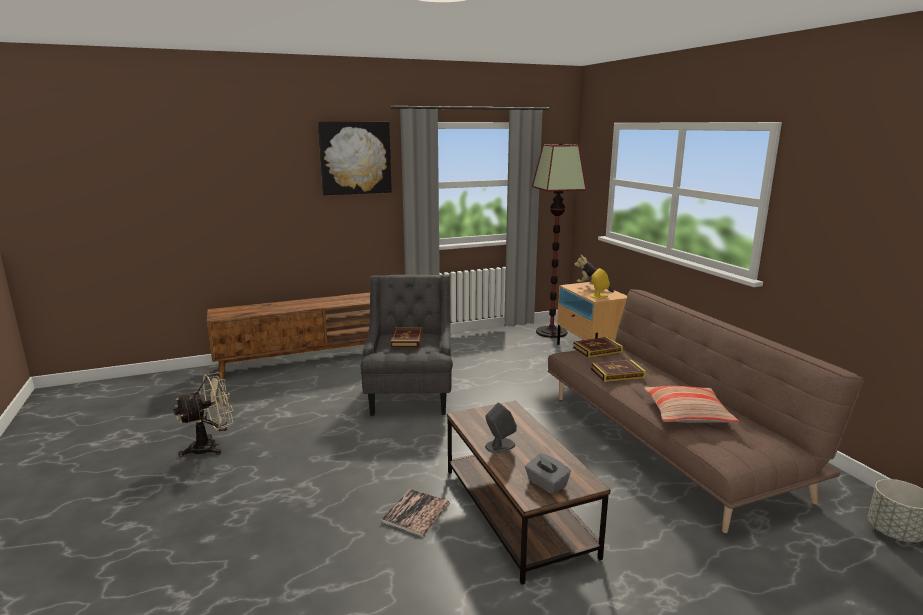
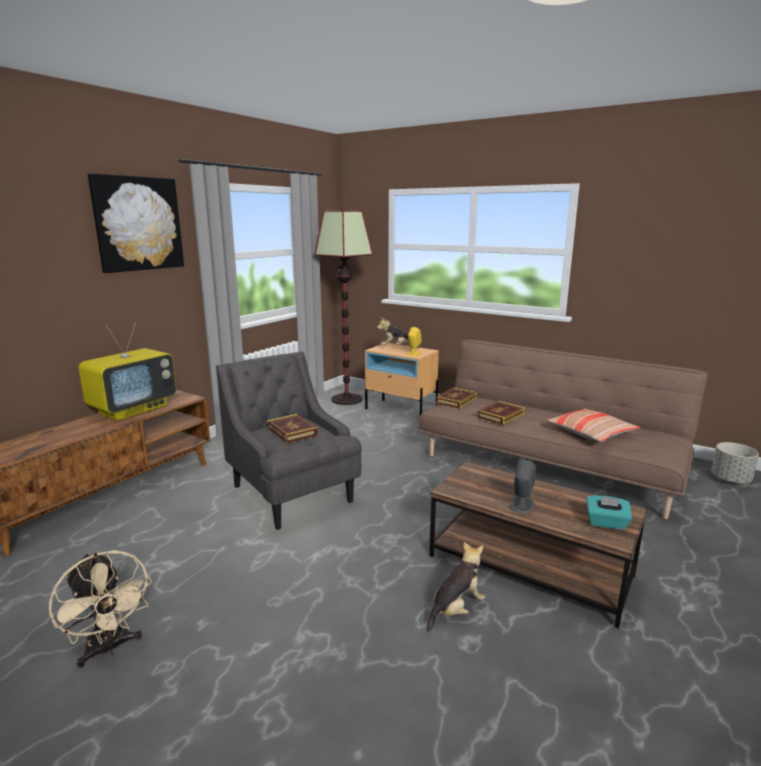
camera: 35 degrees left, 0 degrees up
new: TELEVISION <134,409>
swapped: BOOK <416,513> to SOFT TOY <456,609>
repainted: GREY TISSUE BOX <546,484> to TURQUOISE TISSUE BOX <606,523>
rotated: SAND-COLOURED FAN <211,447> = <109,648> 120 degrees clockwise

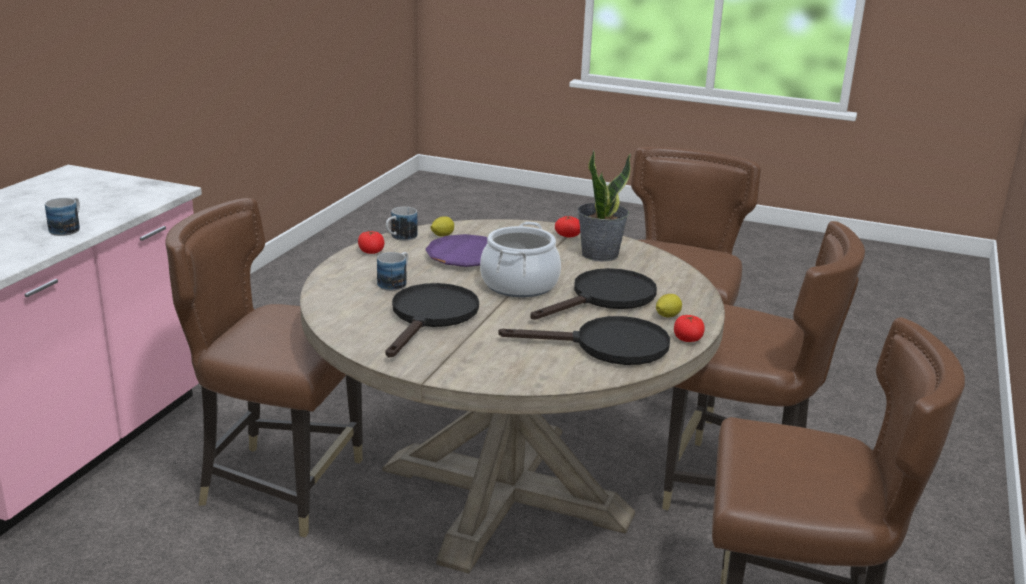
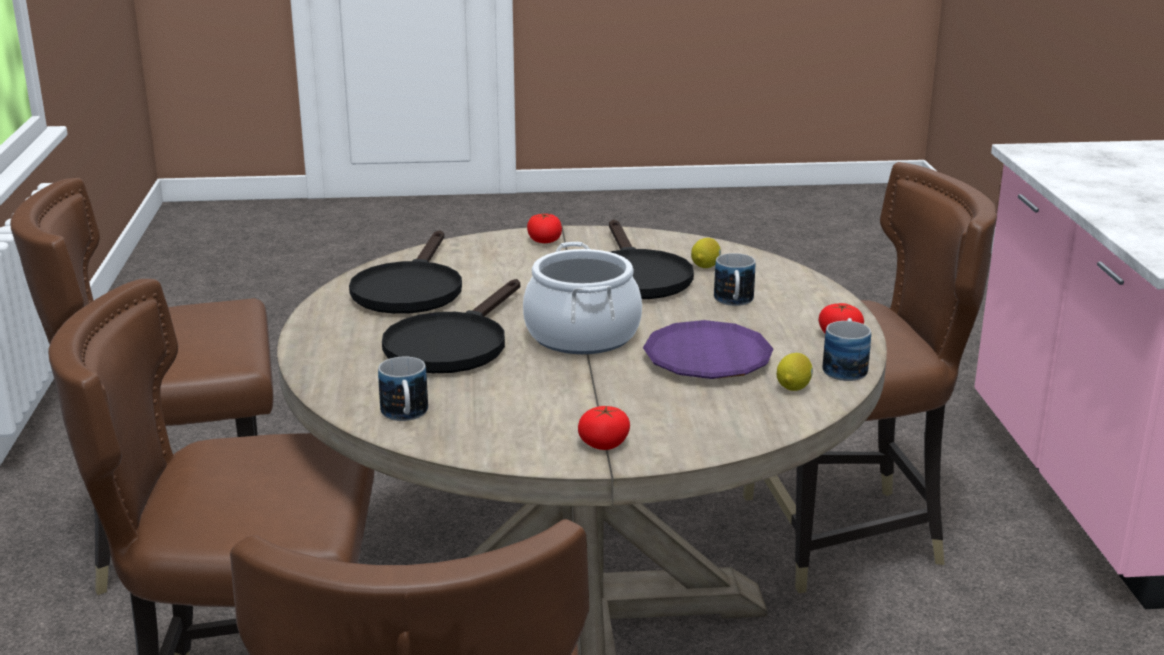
camera: 155 degrees right, 0 degrees up
gone: HOUSEPLANT <599,254>
shifted: COFFEE MUG <68,228> to <405,416>; LEMON <667,316> to <706,266>; WHOLE TOMATO <688,339> to <544,240>
rotated: BLACK FRYING PAN <608,346> = <410,288> 60 degrees counterclockwise

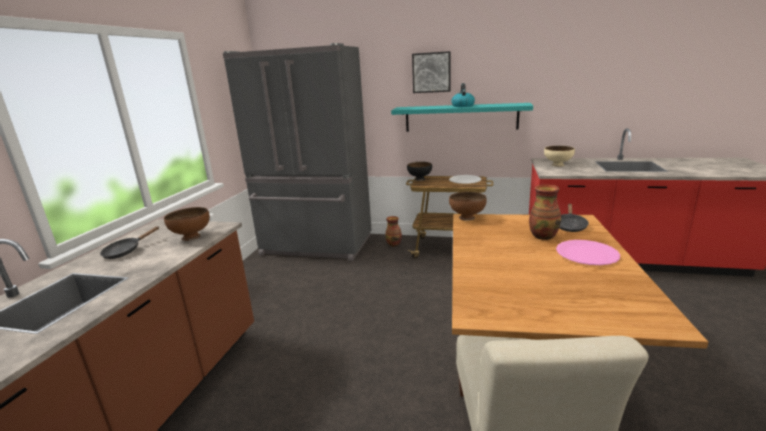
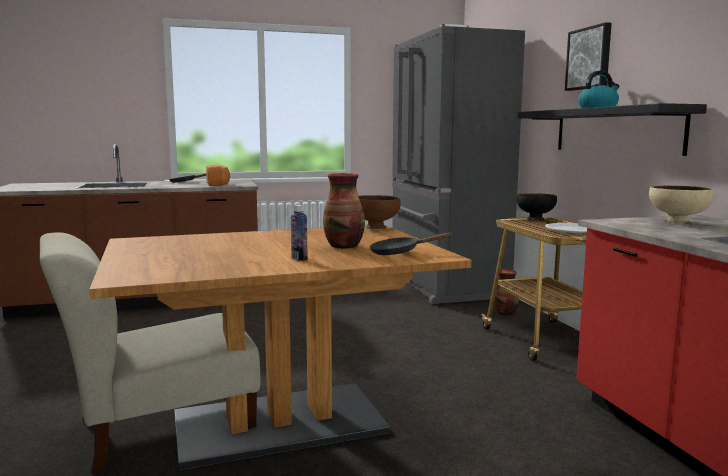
camera: 60 degrees right, 10 degrees down
swapped: BROWN-COLOURED SERVING BOWL <192,237> to BAKERY BREAD <218,184>; PINKISH PLATE <587,254> to DRINK BOTTLE <299,259>
repainted: TURQUOISE WALL SHELF <460,117> to BLACK WALL SHELF <615,130>

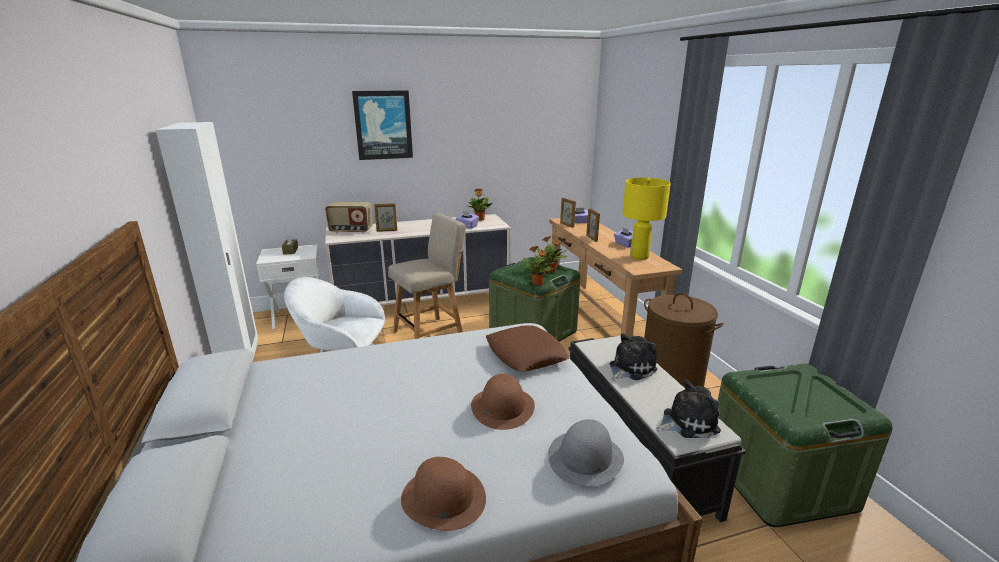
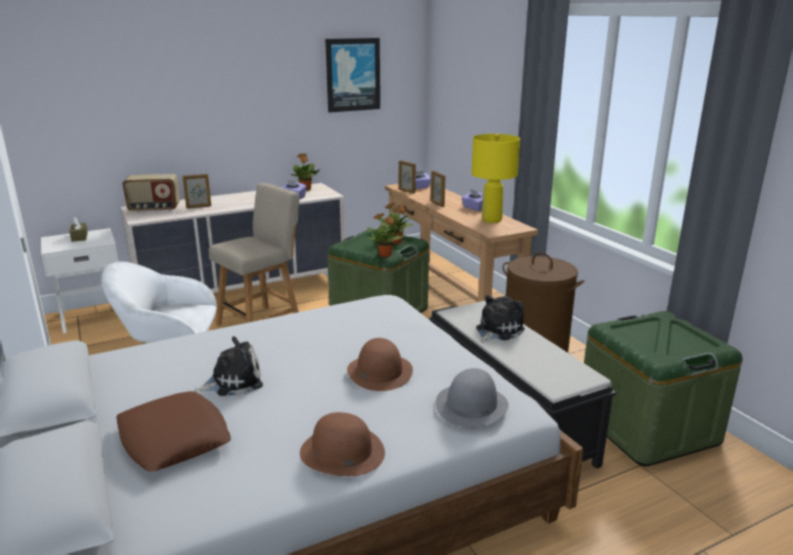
camera: 10 degrees left, 0 degrees up
shifted: PICTURE <383,125> to <353,75>; BROWN-COLOURED PILLOW <525,354> to <173,438>; SOFT TOY <687,422> to <233,381>

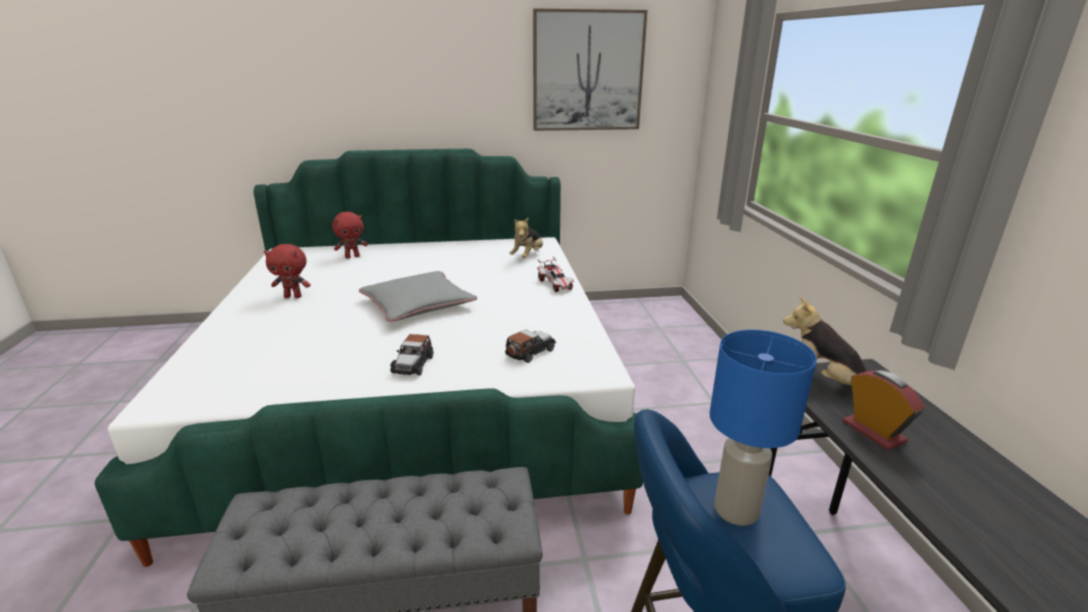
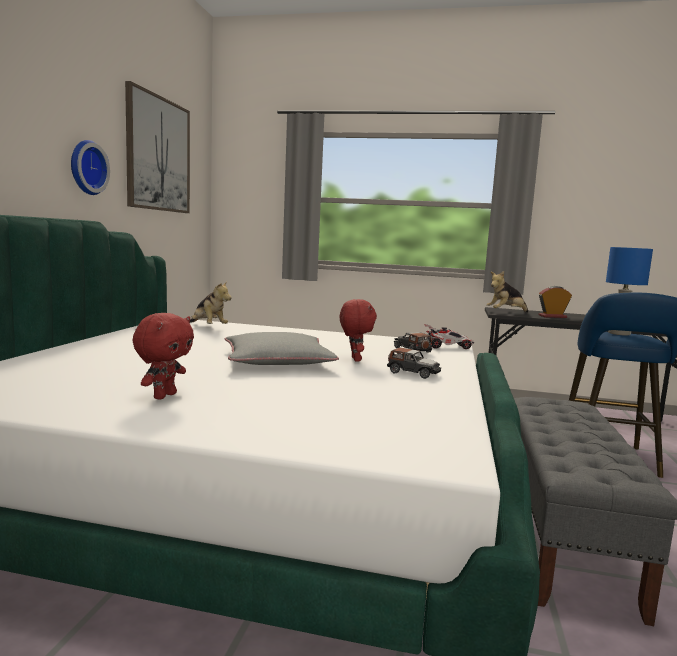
camera: 70 degrees left, 15 degrees down
new: CLOCK ON THE WALL <86,167>
shifted: RED SOFT TOY <352,256> to <354,359>; MINIATURE CAR <555,284> to <447,347>

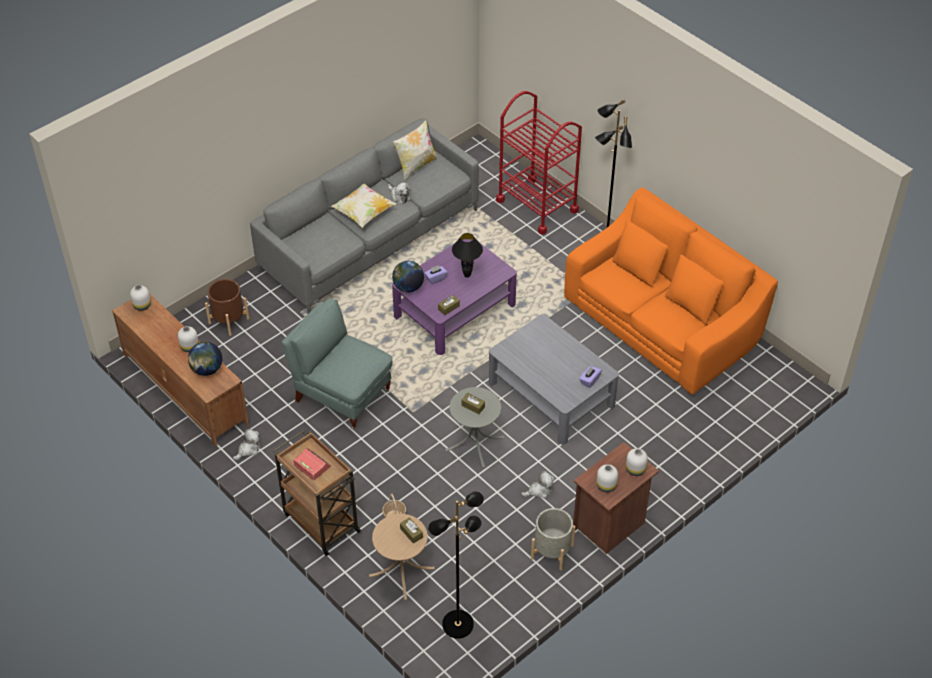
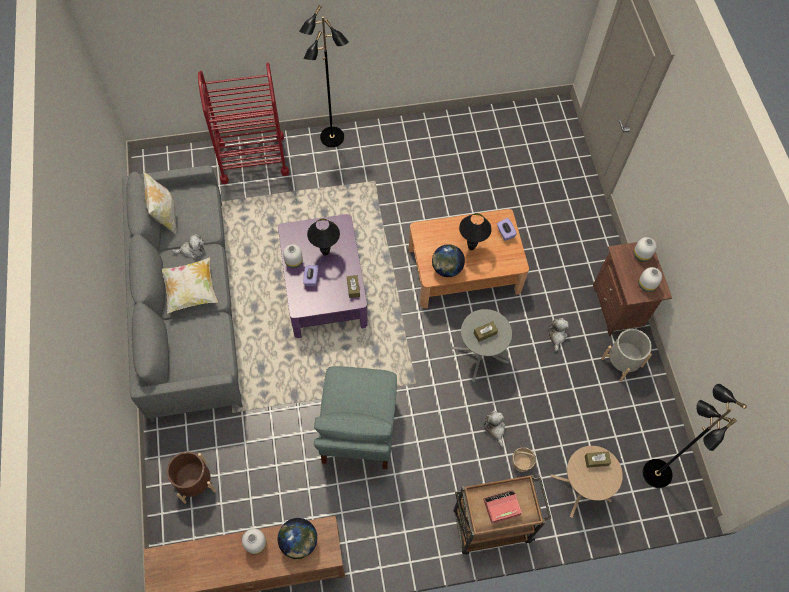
camera: 60 degrees left, 15 degrees up
gone: ORANGEY COUCH <661,323>
new: BLACK TABLE LAMP <471,247>
shifted: WHITE-COLOURED VASE <142,305> to <294,261>; SOFT TOY <248,449> to <495,429>; WORLD GLOBE <408,287> to <446,268>
repainted: GREY LOUNGE TABLE <551,394> to BROWN-COLOURED LOUNGE TABLE <464,269>
rotated: GREY LOUNGE CHAIR <342,395> = <358,430> 60 degrees counterclockwise

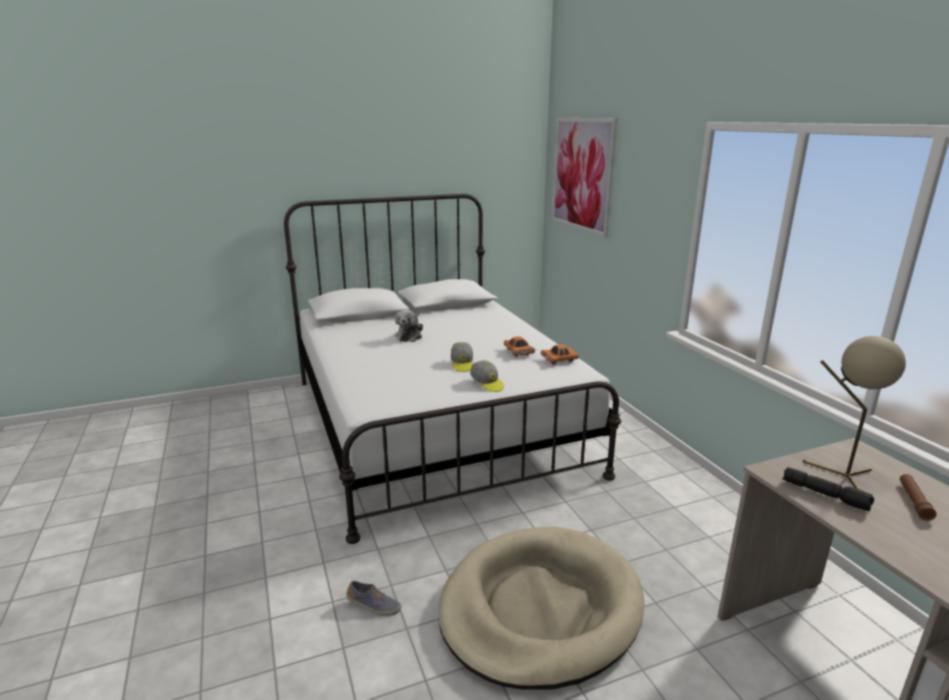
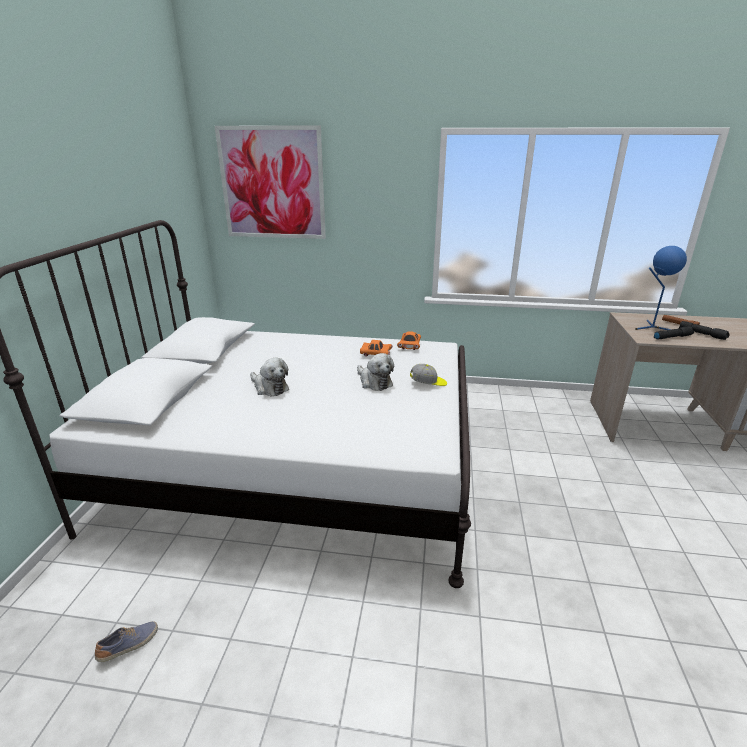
camera: 60 degrees left, 5 degrees up
gone: SAND-COLOURED PET BED <540,609>
new: BLACK HAND TORCH <702,334>
shifted: LOW SHOE <373,606> to <129,646>
swapped: PEAKED CAP <462,364> to SOFT TOY <374,382>
repainted: SAND-COLOURED TABLE LAMP <840,474> to BLUISH TABLE LAMP <650,327>

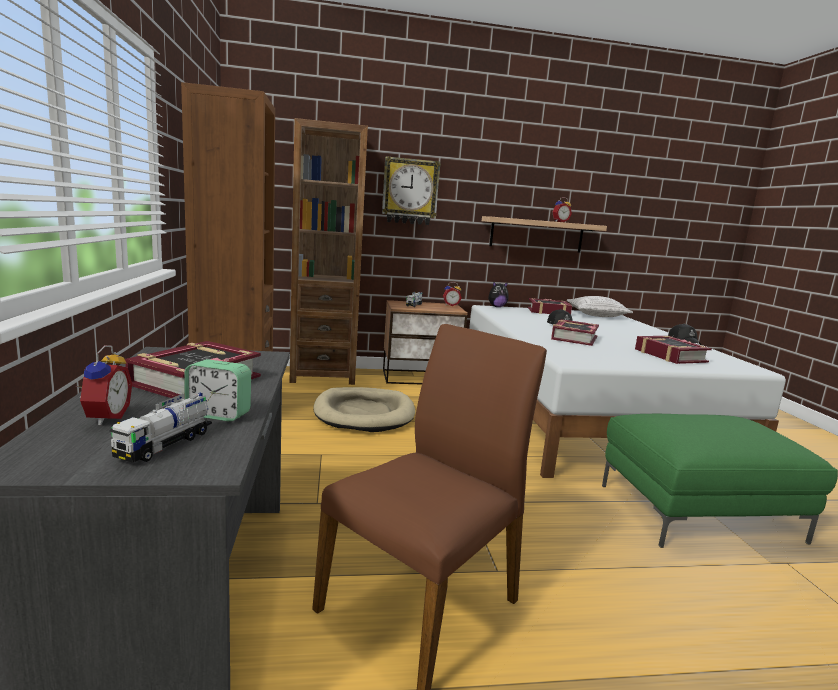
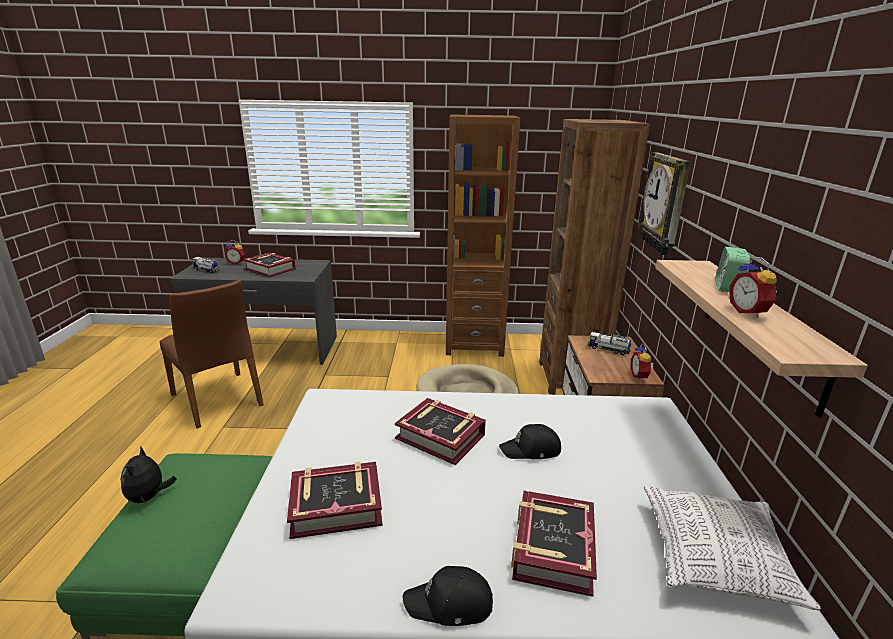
camera: 100 degrees right, 10 degrees up
shifted: BEDSIDE CLOCK <218,414> to <727,287>; SOFT TOY <496,307> to <149,497>; BOOK <548,312> to <552,548>

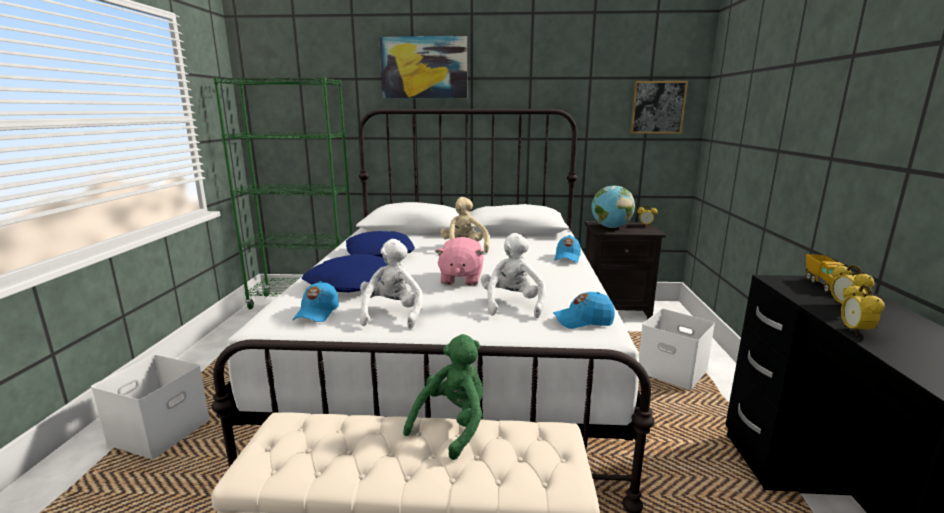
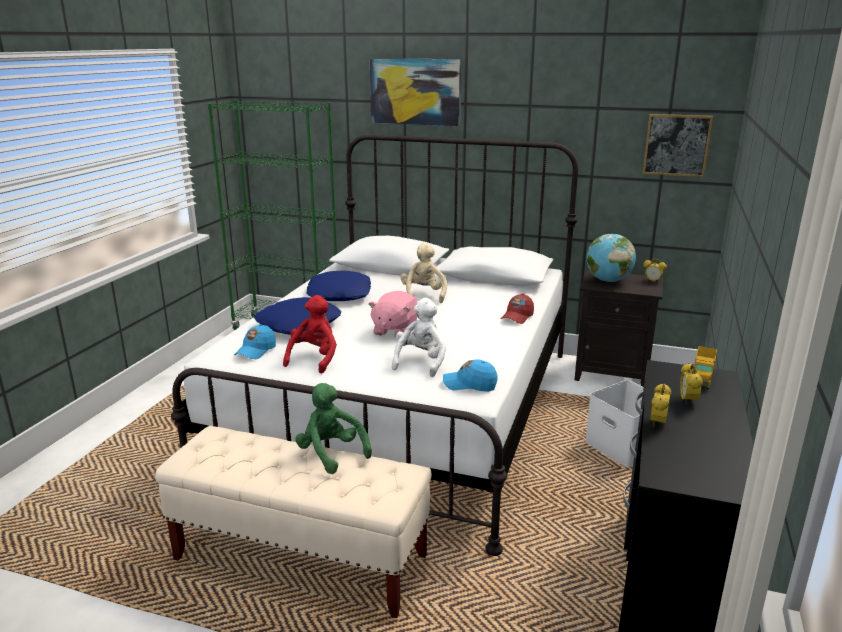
camera: 15 degrees right, 5 degrees up
gone: WHITE-COLOURED STORAGE CONTAINER <160,431>
repainted: WHITE-COLOURED SOFT TOY <392,314> to RED SOFT TOY <314,359>; BLUISH PEAKED CAP <567,258> to RED PEAKED CAP <517,317>
rotated: GREEN-COLOURED SOFT TOY <452,425> = <331,453> 90 degrees counterclockwise

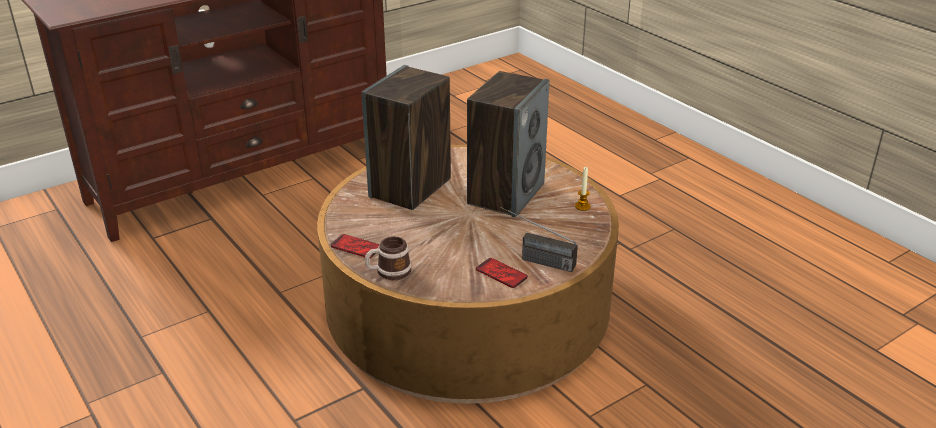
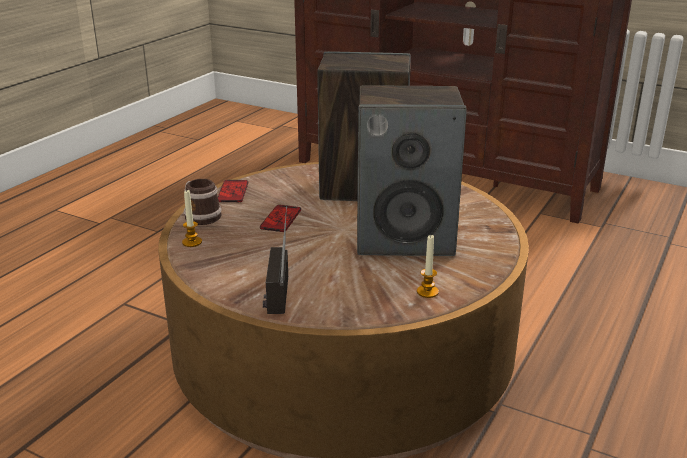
camera: 65 degrees right, 5 degrees down
new: WAX CANDLE <192,242>
shifted: HANDSET <501,274> to <281,219>

